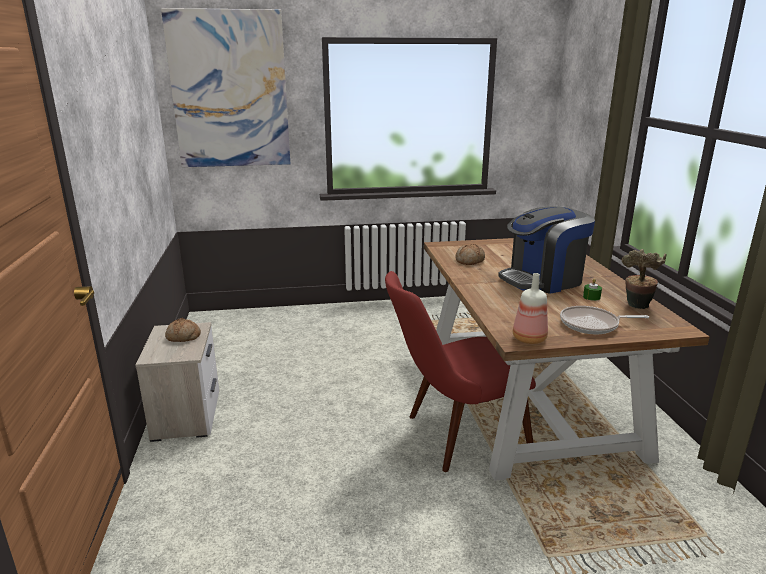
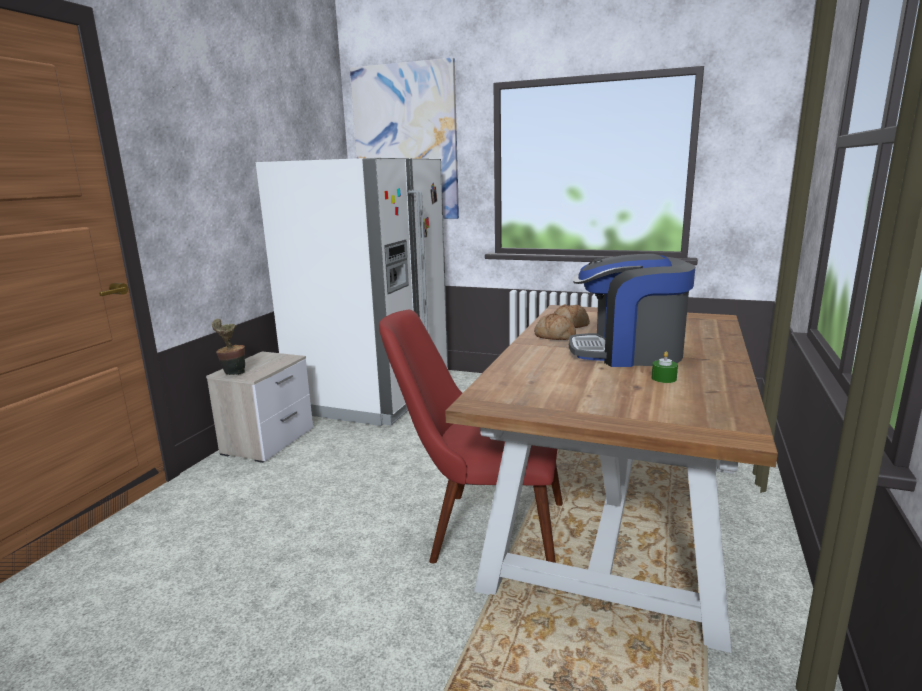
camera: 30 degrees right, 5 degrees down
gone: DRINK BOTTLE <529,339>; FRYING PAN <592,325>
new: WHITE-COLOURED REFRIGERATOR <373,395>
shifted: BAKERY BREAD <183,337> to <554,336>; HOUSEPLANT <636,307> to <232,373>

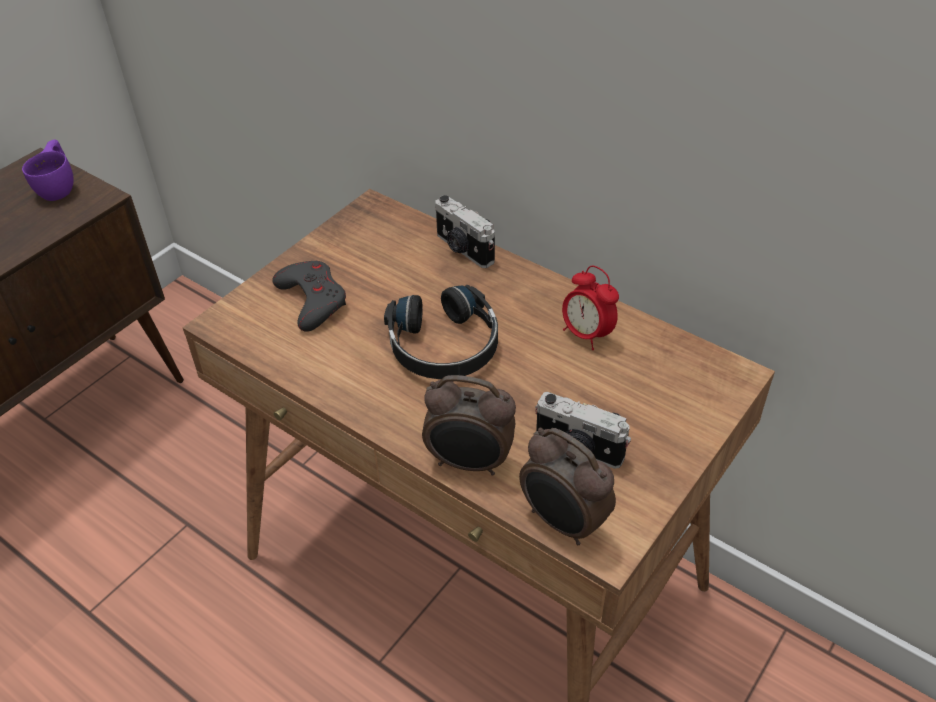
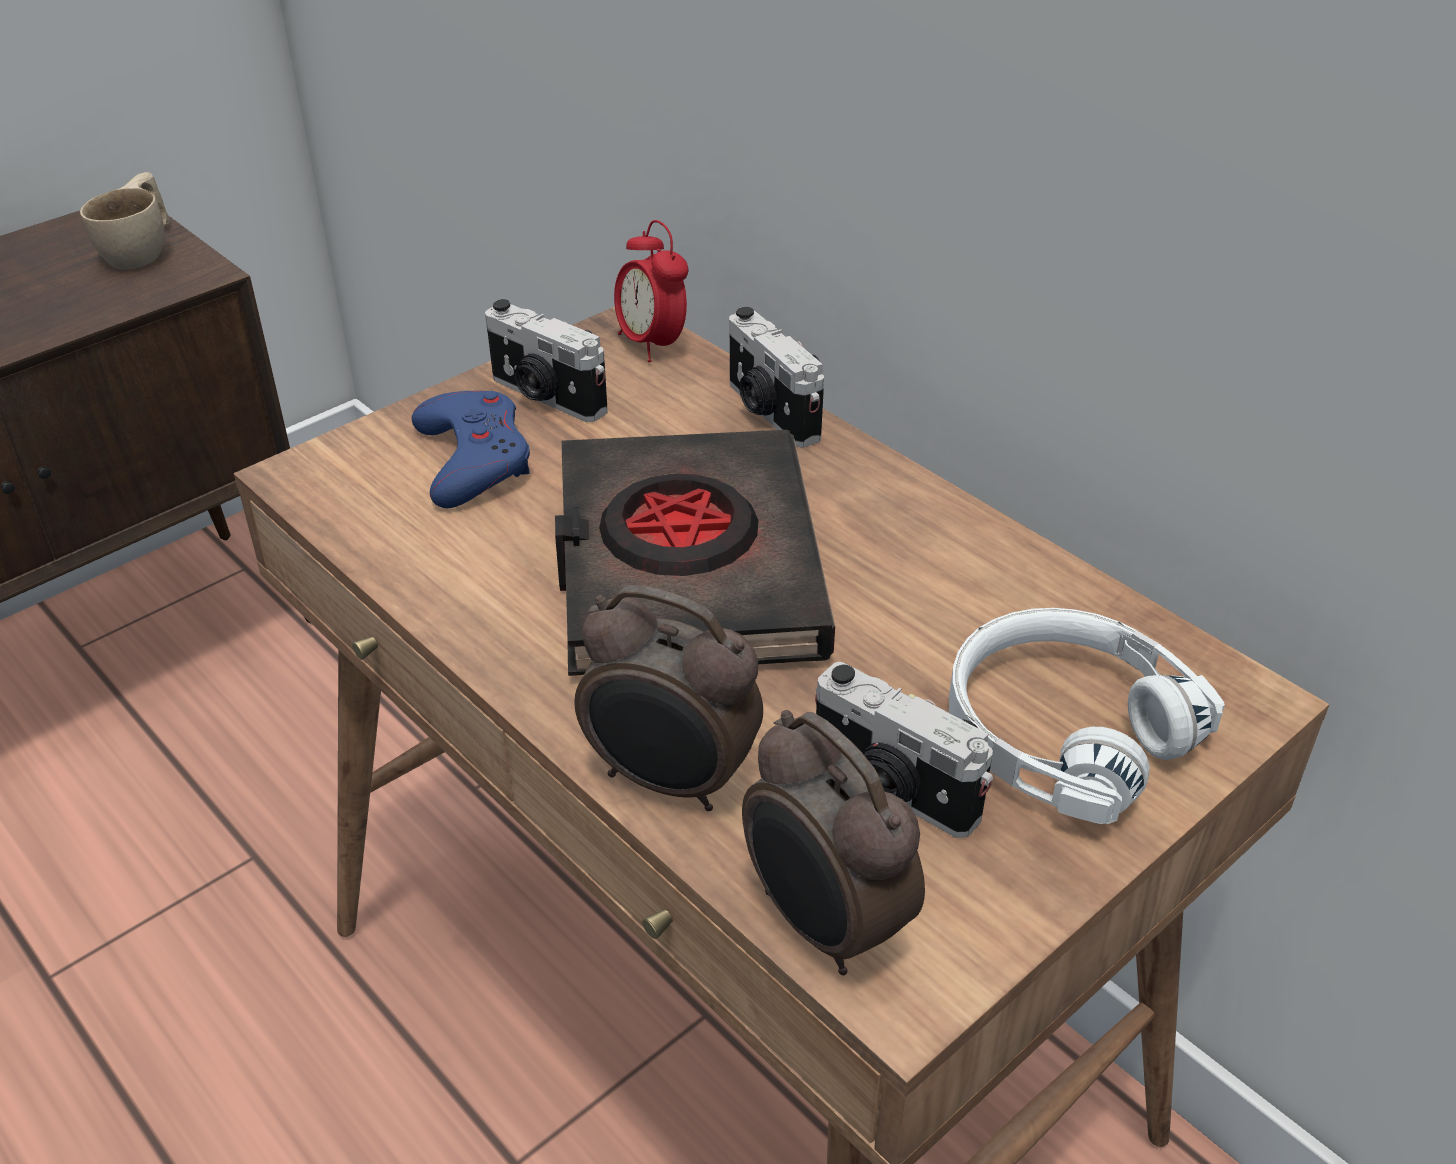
camera: 10 degrees right, 5 degrees down
new: STILL CAMERA <546,397>; WHITE-COLOURED PAIR OF HEADPHONES <1063,730>
shifted: BEDSIDE CLOCK <586,334> to <652,344>
swapped: BLACK PAIR OF HEADPHONES <444,346> to BLACK BOOK <686,567>
repainted: PURPLE-COLOURED DRINKING CUP <59,186> to SAND-COLOURED DRINKING CUP <142,250>; GREY JOYPAD <312,300> to BLUISH JOYPAD <473,458>

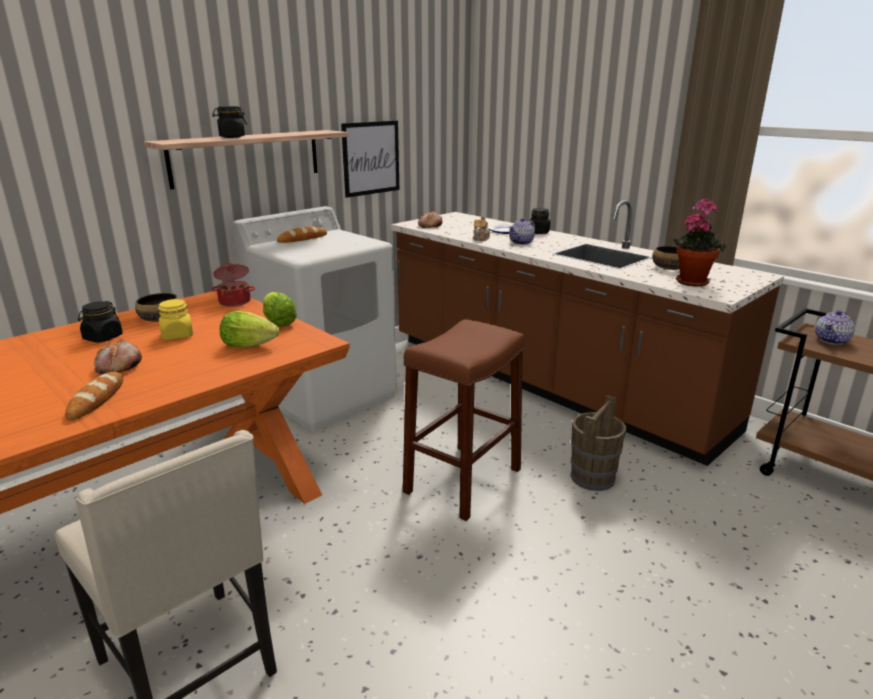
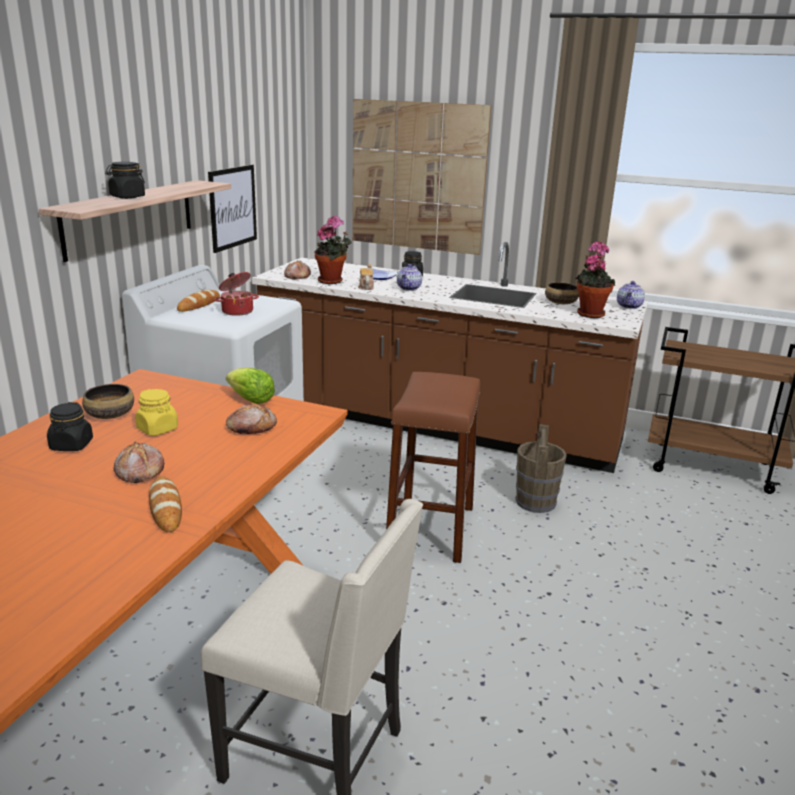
camera: 25 degrees left, 0 degrees up
new: HOUSEPLANT <332,281>; PICTURE <417,177>
shifted: SAUCEPOT <235,301> to <237,311>; TEA POT <832,340> to <629,306>
swapped: LETTUCE HEAD <248,345> to BAKERY BREAD <251,427>

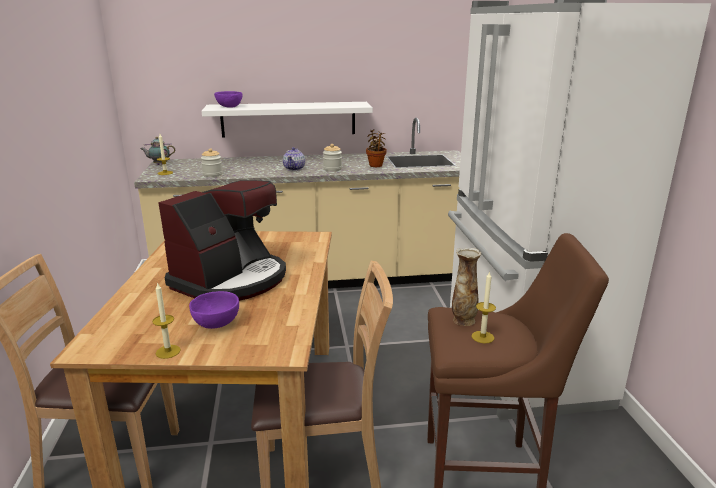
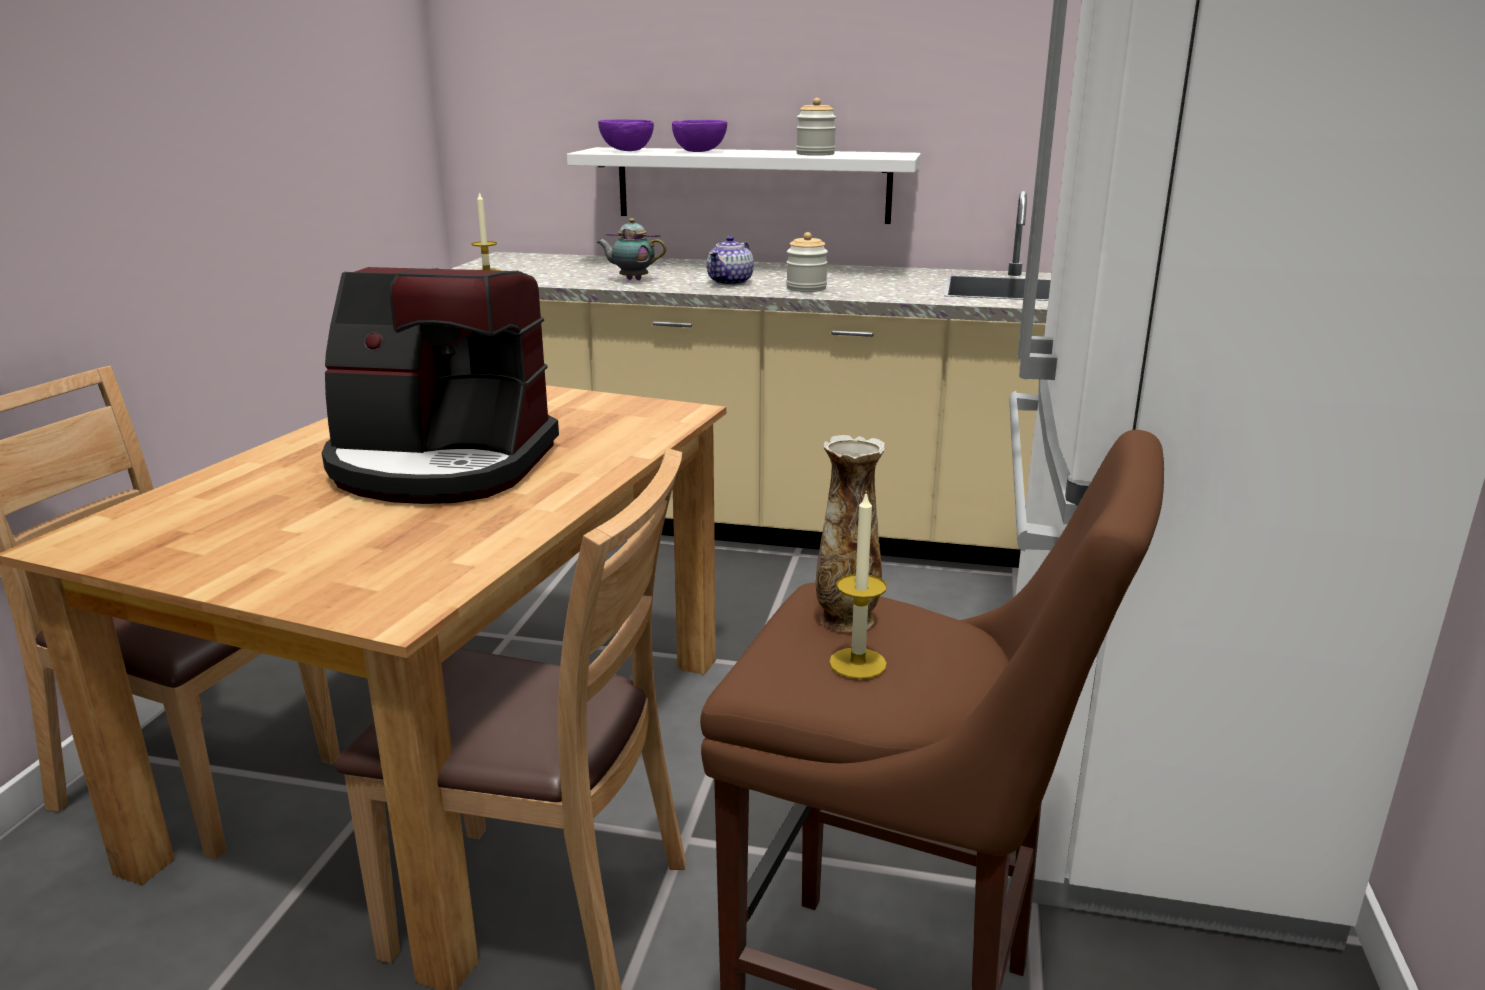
camera: 20 degrees right, 0 degrees up
gone: WAX CANDLE <168,351>; HOUSEPLANT <376,165>
shifted: TEA POT <159,164> to <632,279>; PURPLE-COLOURED SERVING BOWL <216,324> to <699,151>; JAR <212,174> to <815,154>
rotated: COFFEE MACHINE <231,280> = <441,465> 45 degrees clockwise

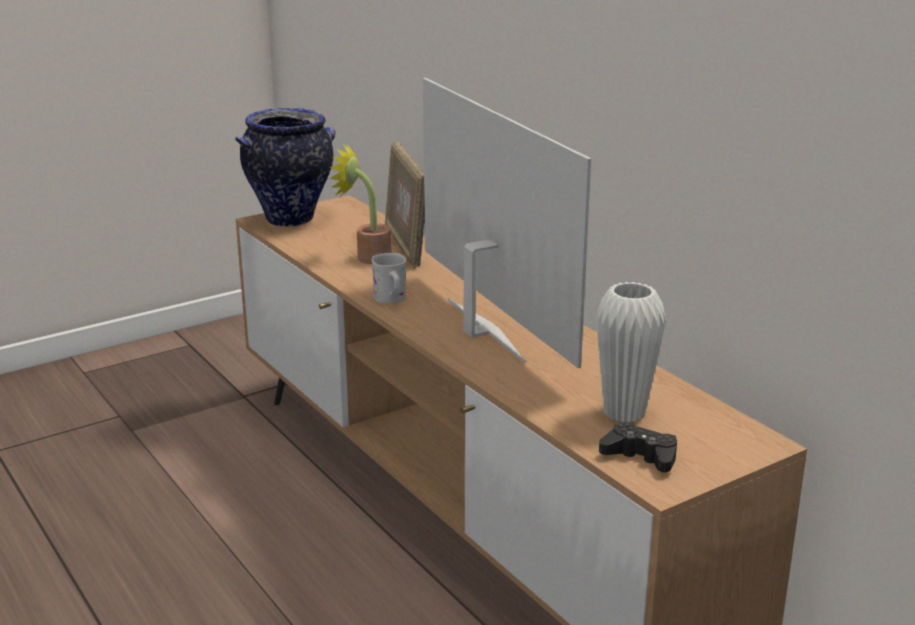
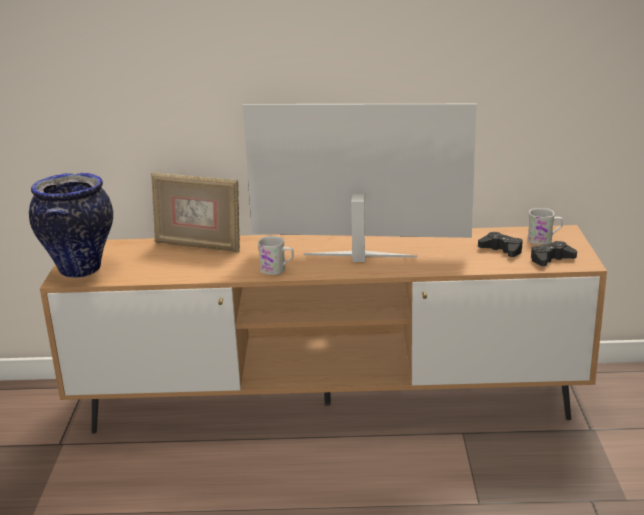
camera: 55 degrees left, 0 degrees up
gone: HOUSEPLANT <367,257>
new: WHITE-COLOURED COFFEE MUG <544,240>
swapped: WHITE-COLOURED VASE <624,412> to BLACK JOYPAD <502,250>

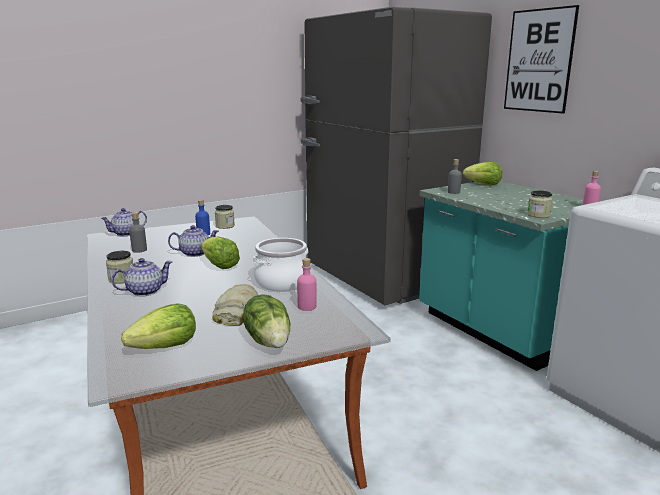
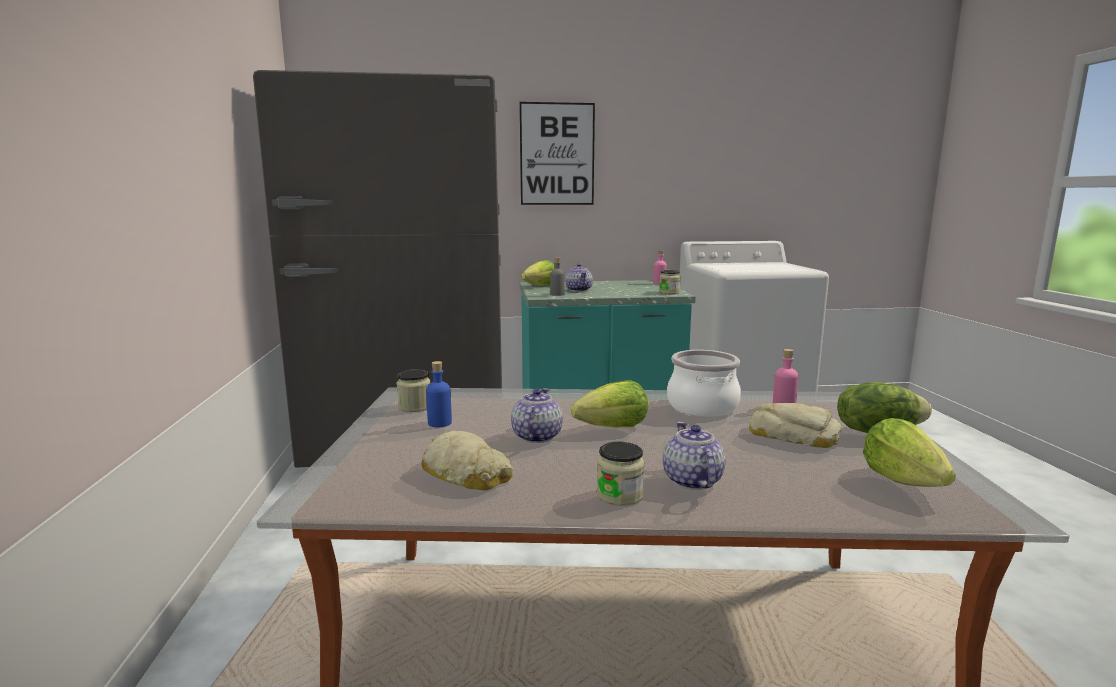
camera: 65 degrees left, 5 degrees down
shifted: TEA POT <126,233> to <579,290>
swapped: GREY DRINK BOTTLE <139,250> to BAKERY BREAD <466,473>

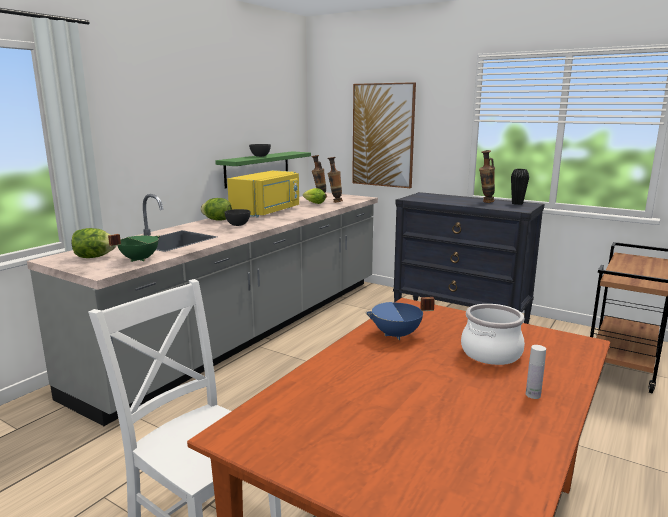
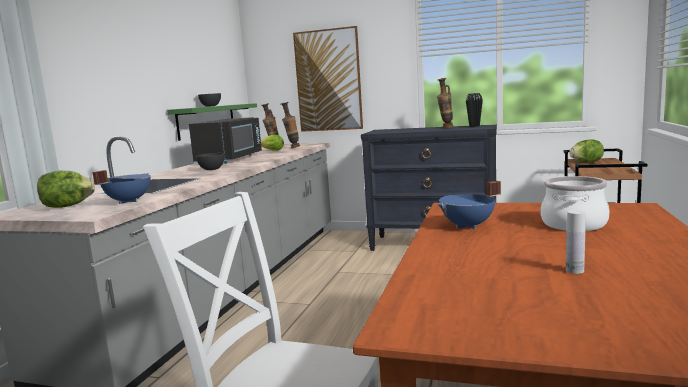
camera: 15 degrees left, 5 degrees down
shifted: LETTUCE HEAD <217,220> to <586,162>; WHITE-COLOURED DRINK BOTTLE <533,395> to <574,270>
repainted: GREEN-COLOURED SAUCEPOT <139,259> to BLUISH SAUCEPOT <127,201>; YELLOWISH MICROWAVE <267,212> to BLACK MICROWAVE <231,159>

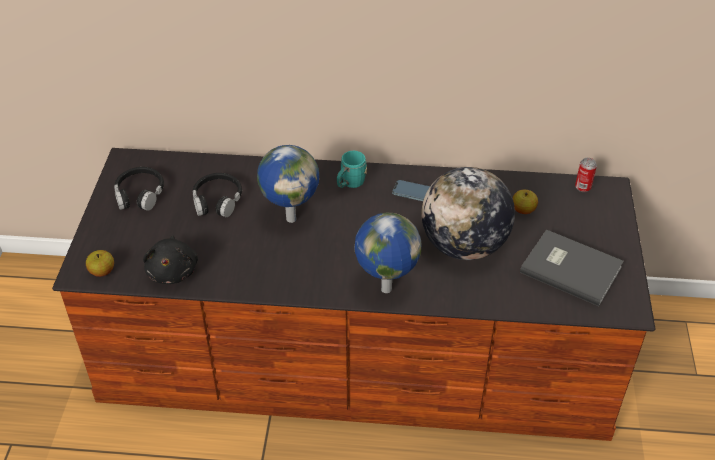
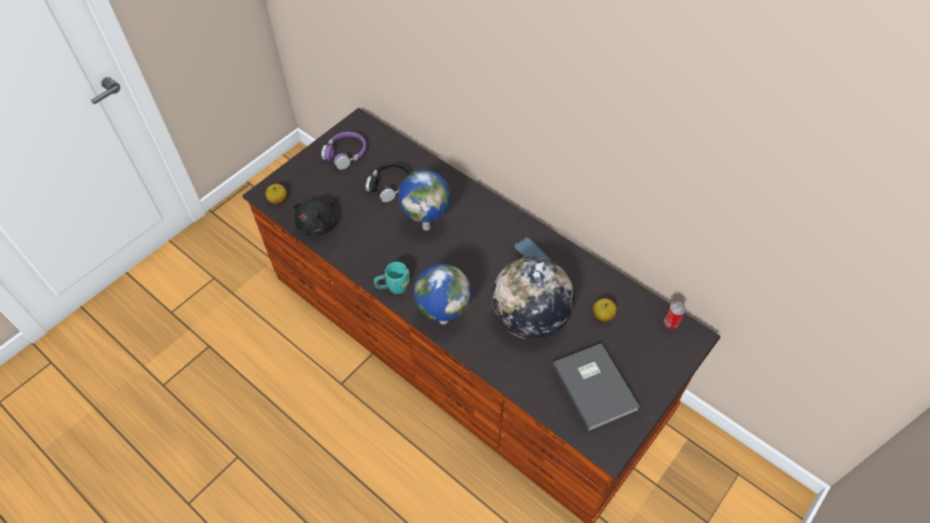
camera: 35 degrees right, 10 degrees up
shifted: TURQUOISE COFFEE MUG <350,184> to <393,287>
repainted: BLACK PAIR OF HEADPHONES <140,194> to PURPLE-COLOURED PAIR OF HEADPHONES <345,154>

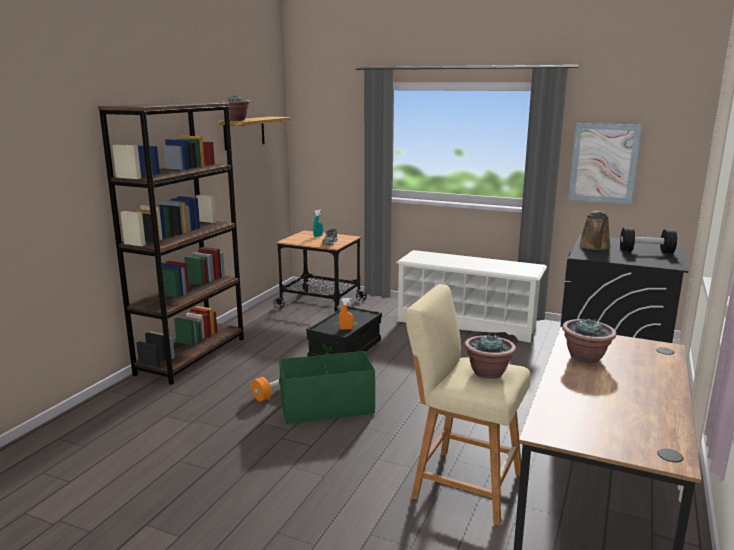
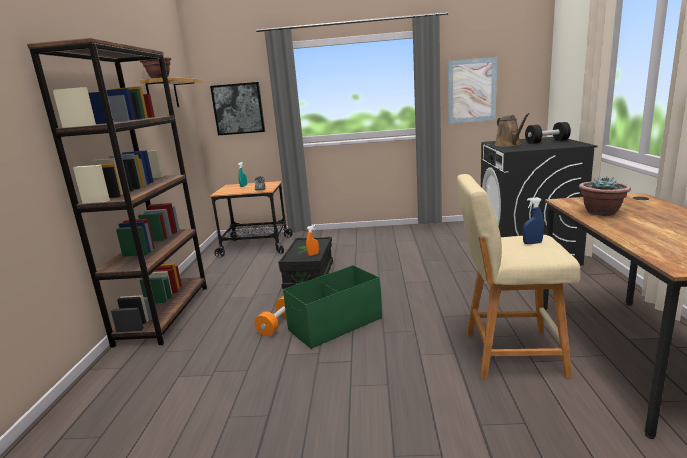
camera: 20 degrees left, 0 degrees up
gone: WHITE-COLOURED SHOE SHELF <467,323>
new: PICTURE <238,109>
swapped: HOUSEPLANT <488,373> to BLUISH HAND SPRAYER <532,243>

